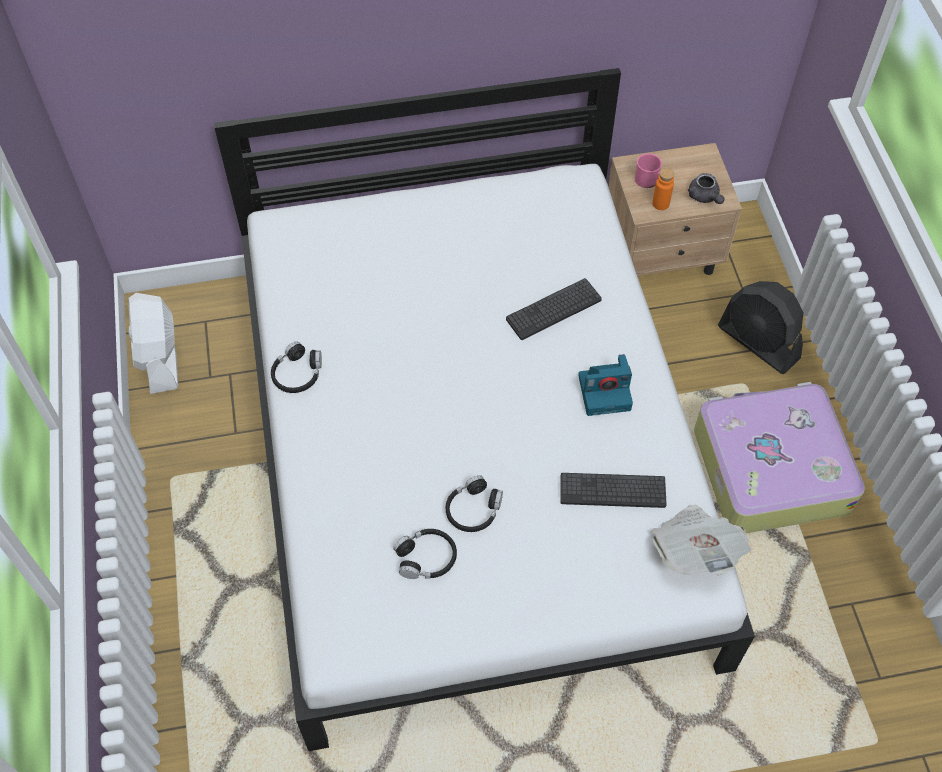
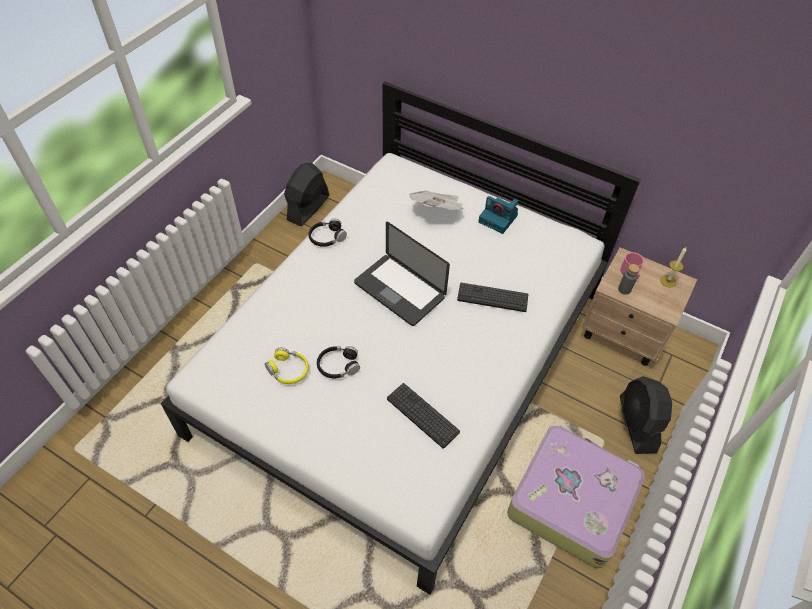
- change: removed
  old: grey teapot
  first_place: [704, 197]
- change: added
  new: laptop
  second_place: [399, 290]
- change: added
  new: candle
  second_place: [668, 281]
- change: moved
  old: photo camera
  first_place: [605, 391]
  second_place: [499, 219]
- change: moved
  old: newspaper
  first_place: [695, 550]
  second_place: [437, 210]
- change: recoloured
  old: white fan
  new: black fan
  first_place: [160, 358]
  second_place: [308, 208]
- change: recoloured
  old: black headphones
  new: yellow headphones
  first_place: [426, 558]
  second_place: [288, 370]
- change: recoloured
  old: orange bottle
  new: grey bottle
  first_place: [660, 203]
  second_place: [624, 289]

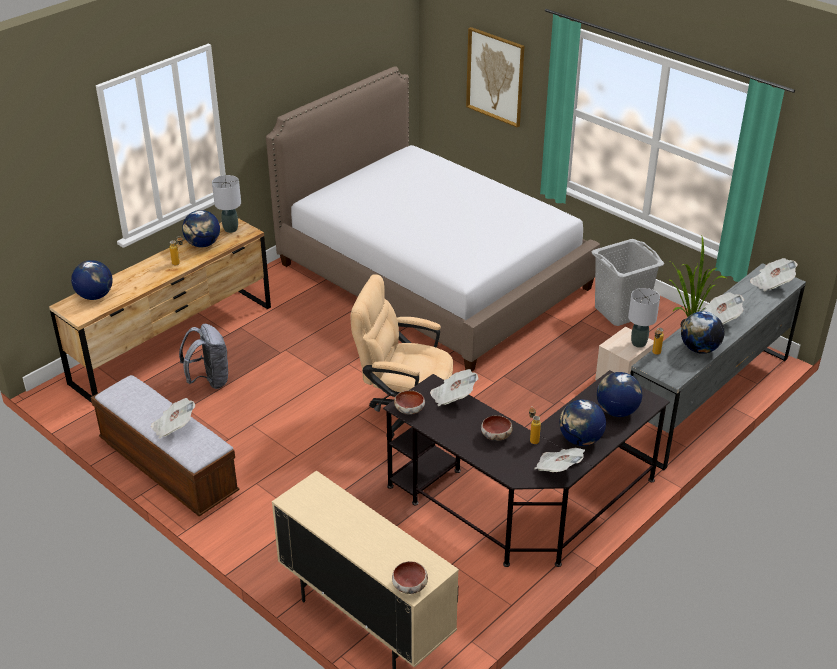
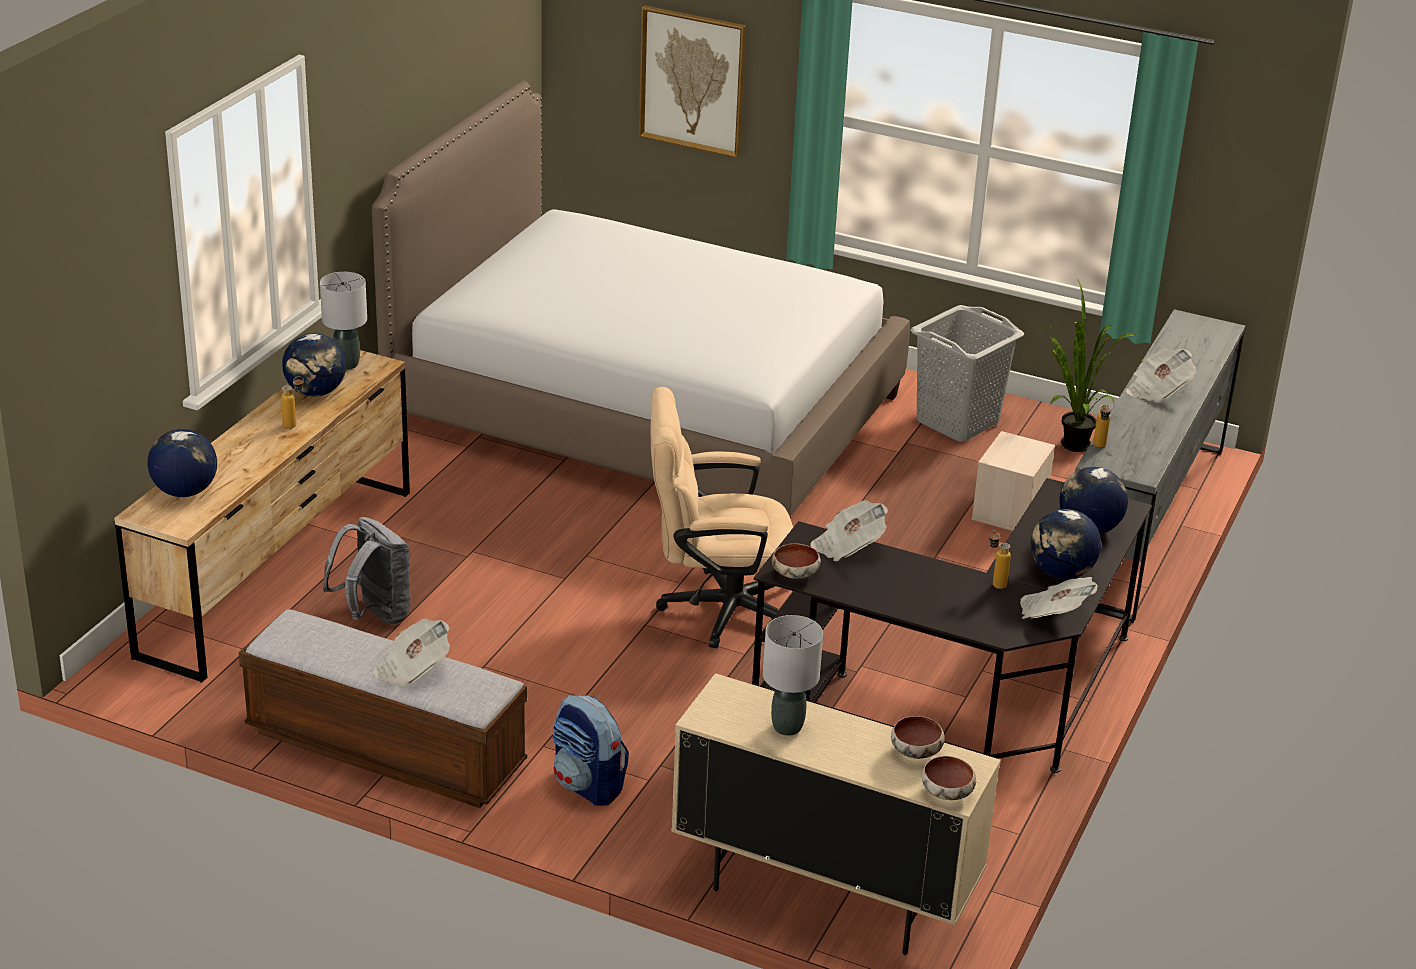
- change: removed
  old: globe
  first_place: [699, 349]
- change: removed
  old: newspaper
  first_place: [771, 283]
- change: added
  new: backpack
  second_place: [588, 785]
- change: moved
  old: bowl
  first_place: [496, 436]
  second_place: [916, 752]
- change: moved
  old: grey table lamp
  first_place: [638, 343]
  second_place: [787, 726]

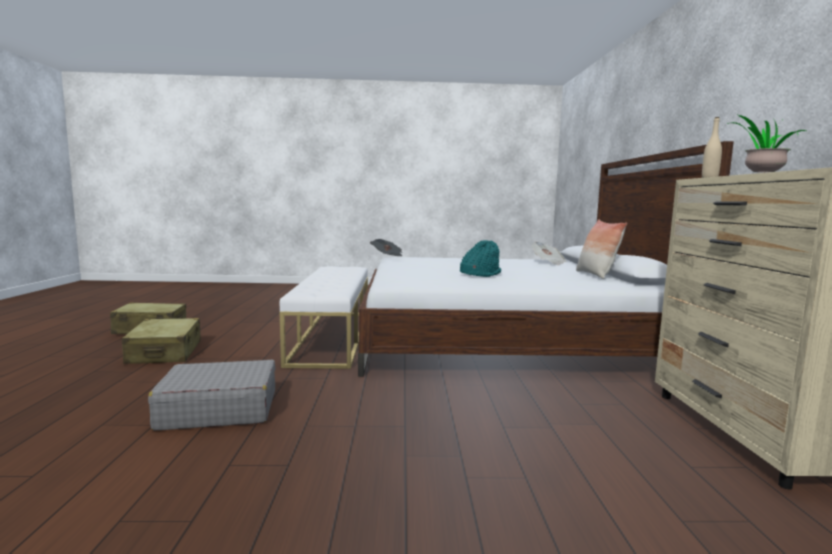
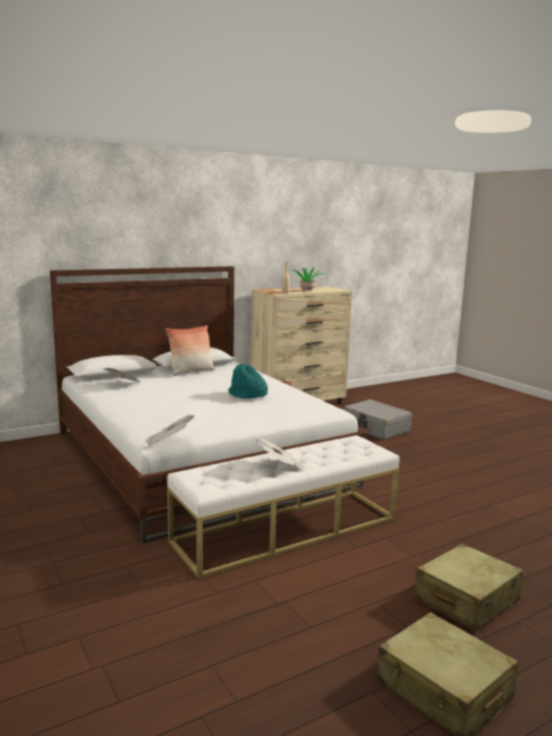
- change: added
  new: newspaper
  second_place: [278, 465]
- change: moved
  old: grey suitcase
  first_place: [218, 409]
  second_place: [376, 428]

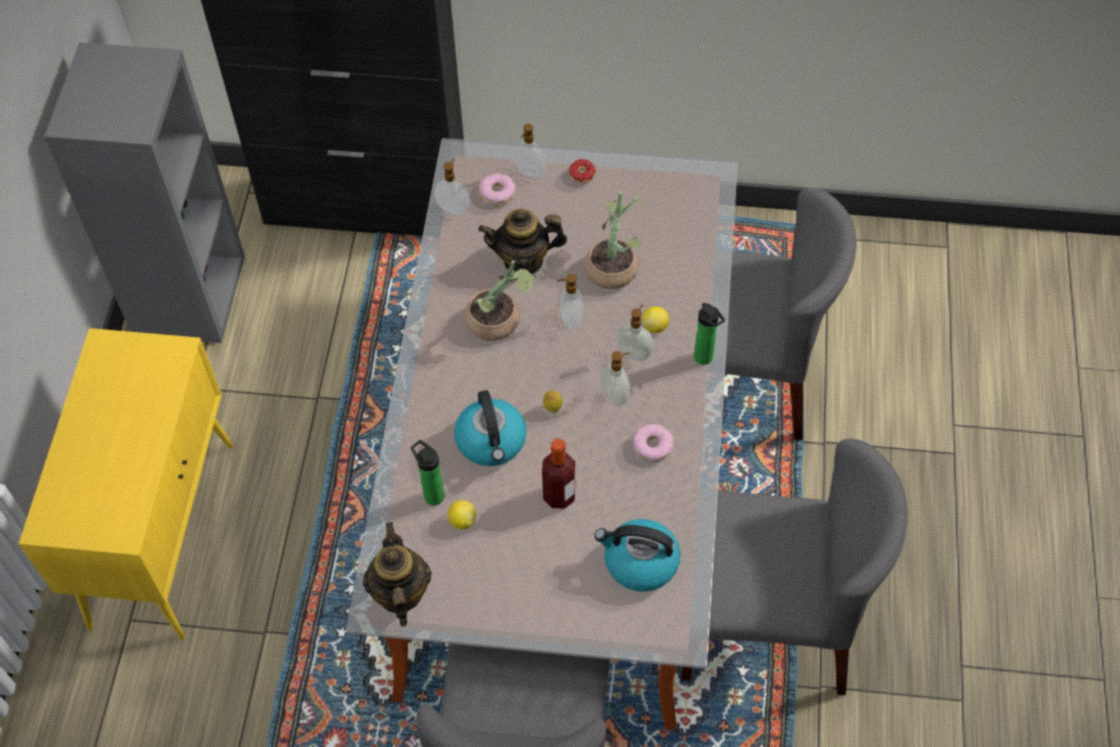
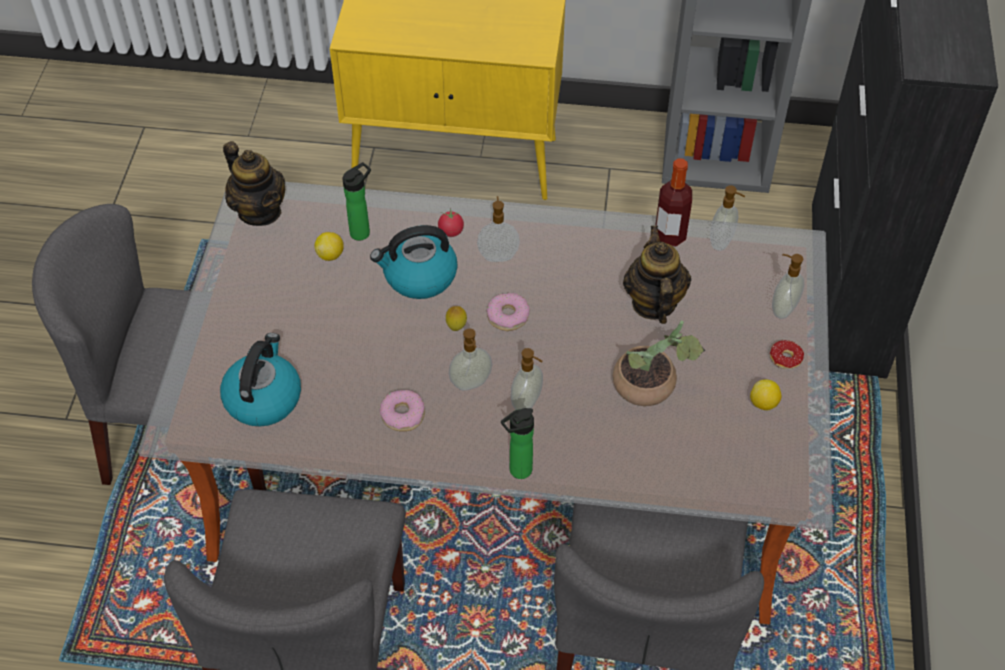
- change: removed
  old: potted plant
  first_place: [500, 321]
- change: added
  new: tomato
  second_place: [451, 231]
- change: moved
  old: donut
  first_place: [497, 193]
  second_place: [508, 316]
- change: moved
  old: bottle
  first_place: [559, 496]
  second_place: [670, 236]
- change: moved
  old: soap dispenser
  first_place: [570, 319]
  second_place: [498, 255]
- change: moved
  old: lemon
  first_place: [655, 326]
  second_place: [763, 403]
- change: turned
  old: teapot
  first_place: [400, 593]
  second_place: [260, 211]
  degrees: 60

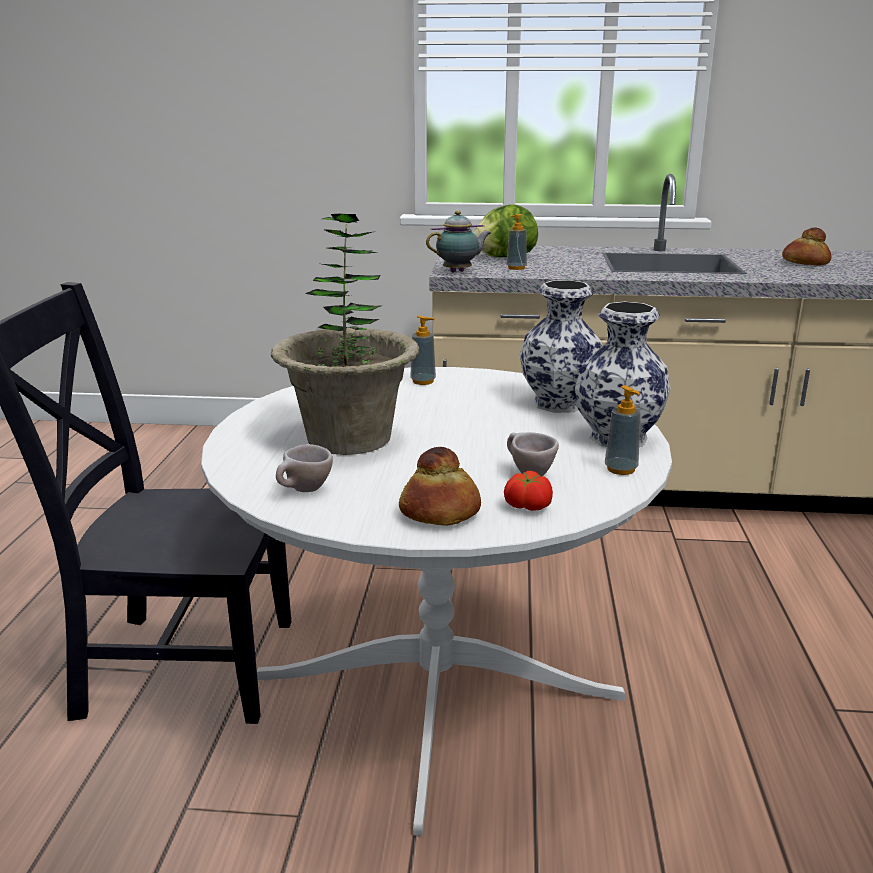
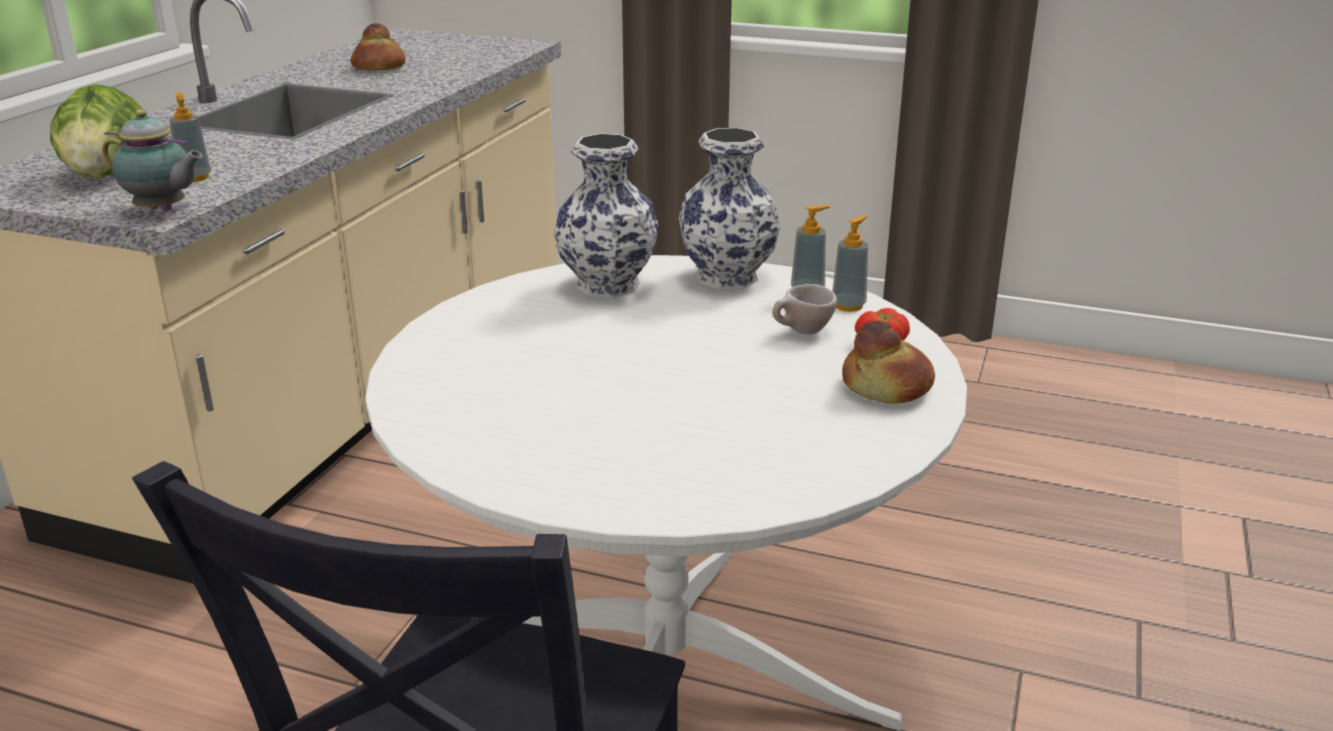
- change: removed
  old: potted plant
  first_place: [349, 438]
- change: removed
  old: beige cup
  first_place: [304, 491]
- change: moved
  old: soap dispenser
  first_place: [423, 381]
  second_place: [848, 305]
- change: turned
  old: teapot
  first_place: [459, 272]
  second_place: [163, 210]
  degrees: 120

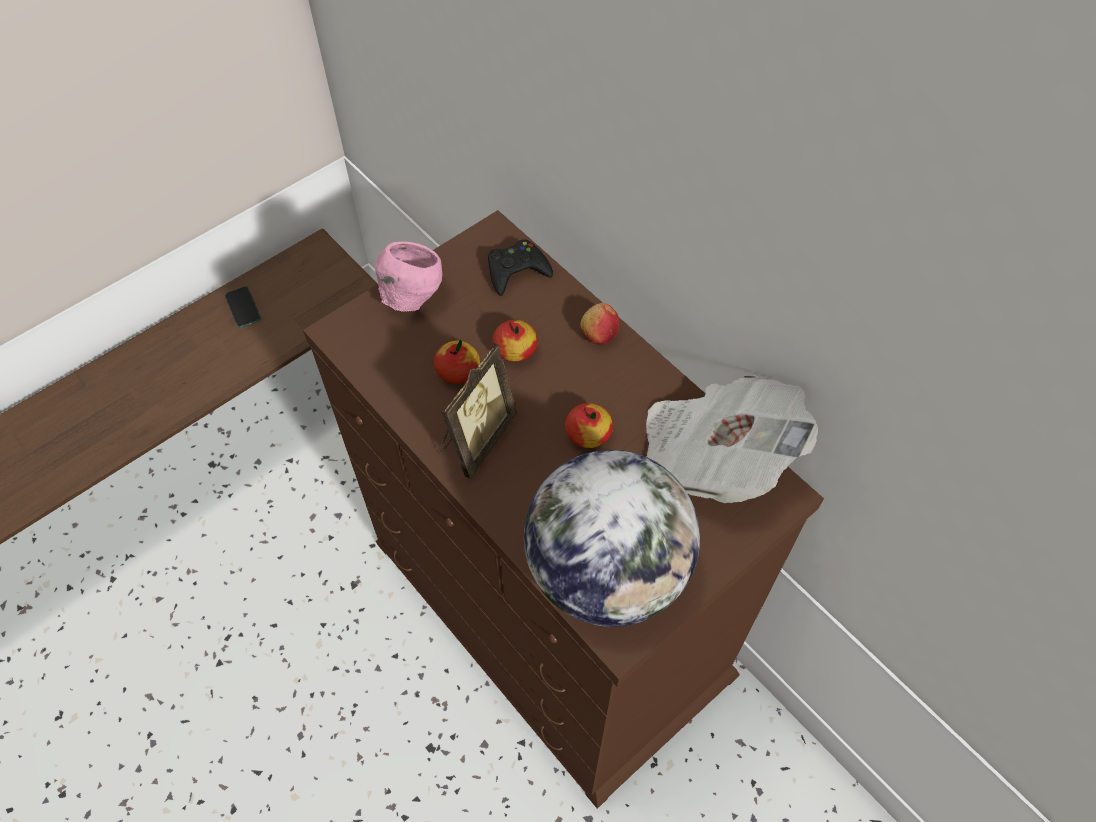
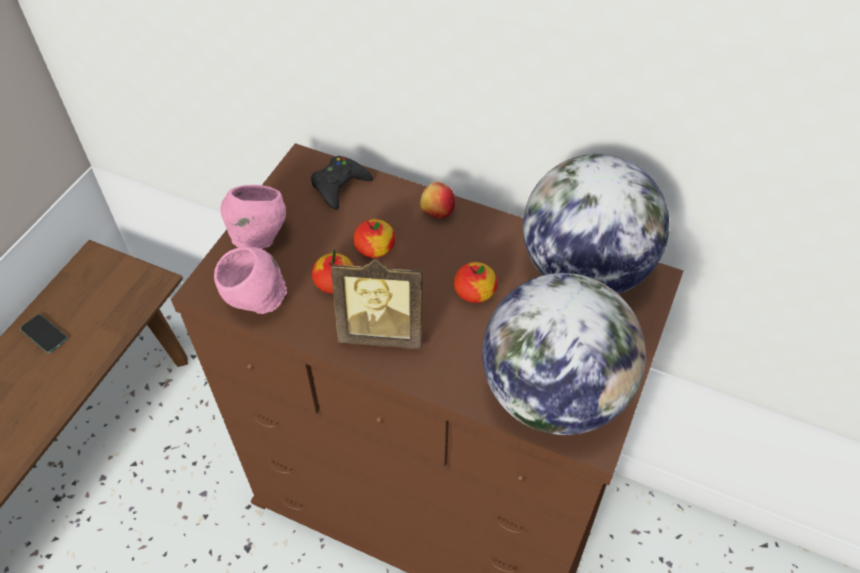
- change: added
  new: pink bowl
  second_place: [256, 303]
- change: replaced
  old: newspaper
  new: globe
  first_place: [714, 456]
  second_place: [584, 271]
- change: turned
  old: picture frame
  first_place: [476, 439]
  second_place: [382, 331]
  degrees: 90

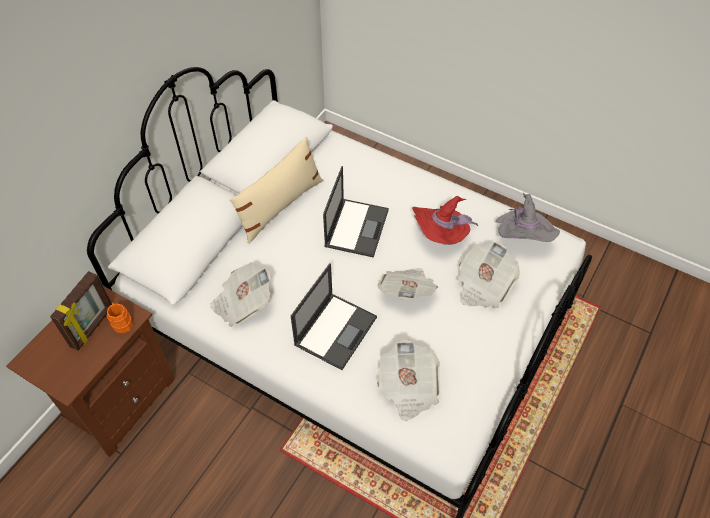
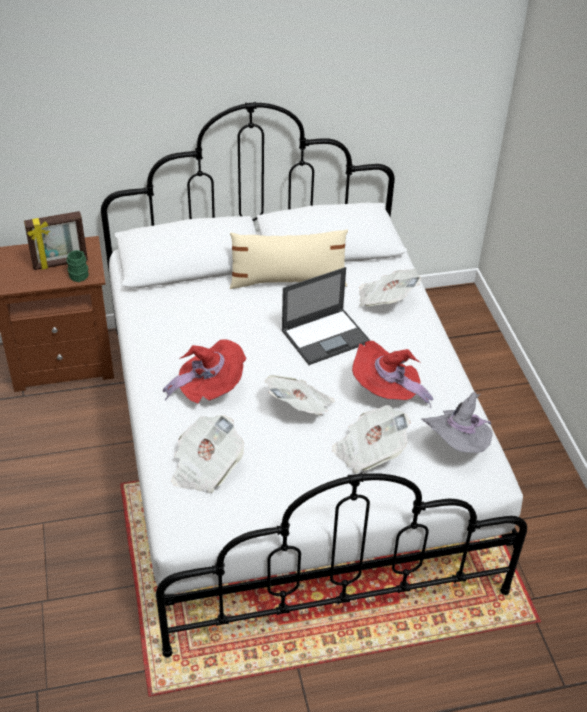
- change: moved
  old: newspaper
  first_place: [242, 303]
  second_place: [385, 300]
- change: replaced
  old: laptop
  new: red hat
  first_place: [336, 330]
  second_place: [210, 389]
- change: recoloured
  old: orange mug
  new: green mug
  first_place: [121, 322]
  second_place: [80, 274]

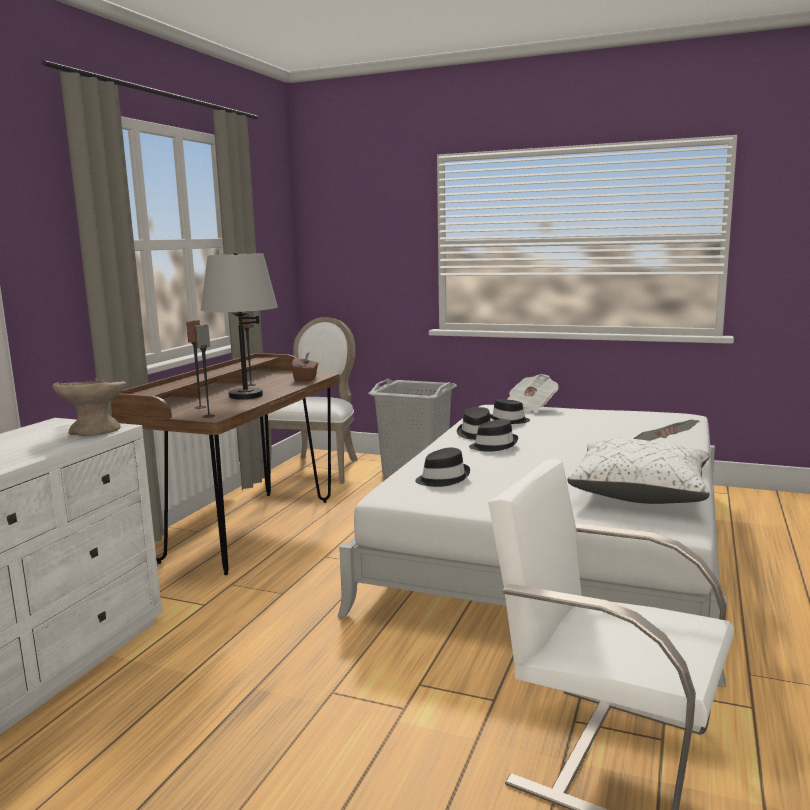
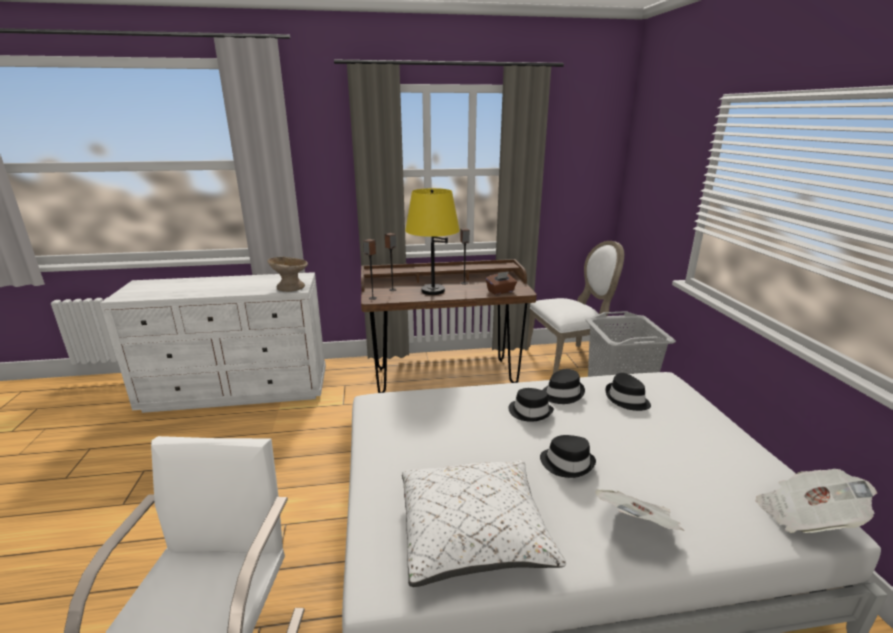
- change: moved
  old: black hat
  first_place: [442, 478]
  second_place: [567, 463]
- change: moved
  old: newspaper
  first_place: [529, 408]
  second_place: [805, 517]
- change: recoloured
  old: grey table lamp
  new: yellow table lamp
  first_place: [245, 396]
  second_place: [432, 291]

